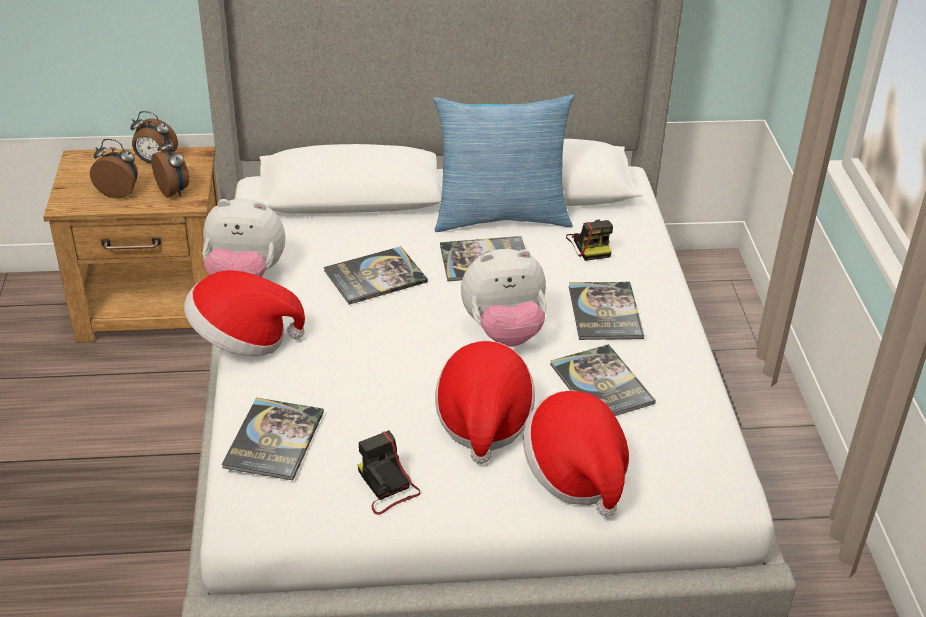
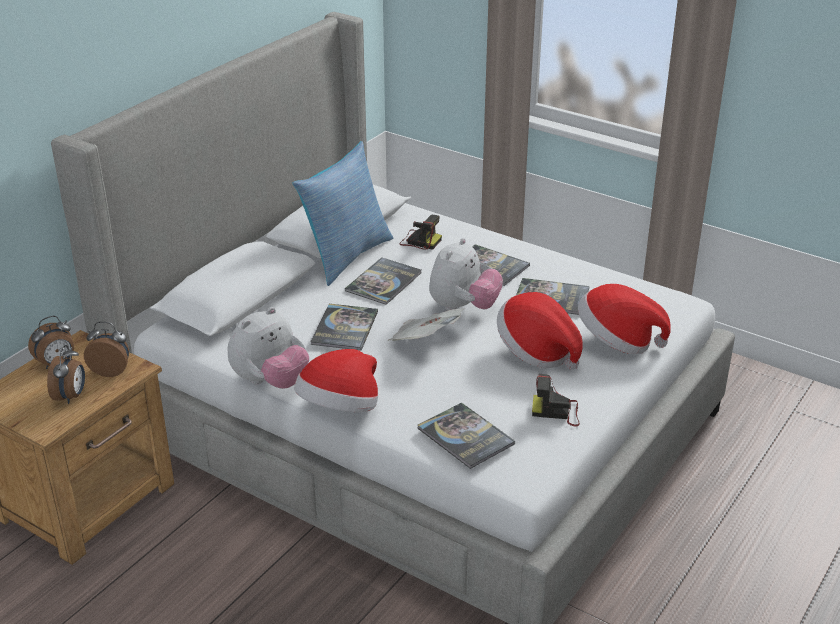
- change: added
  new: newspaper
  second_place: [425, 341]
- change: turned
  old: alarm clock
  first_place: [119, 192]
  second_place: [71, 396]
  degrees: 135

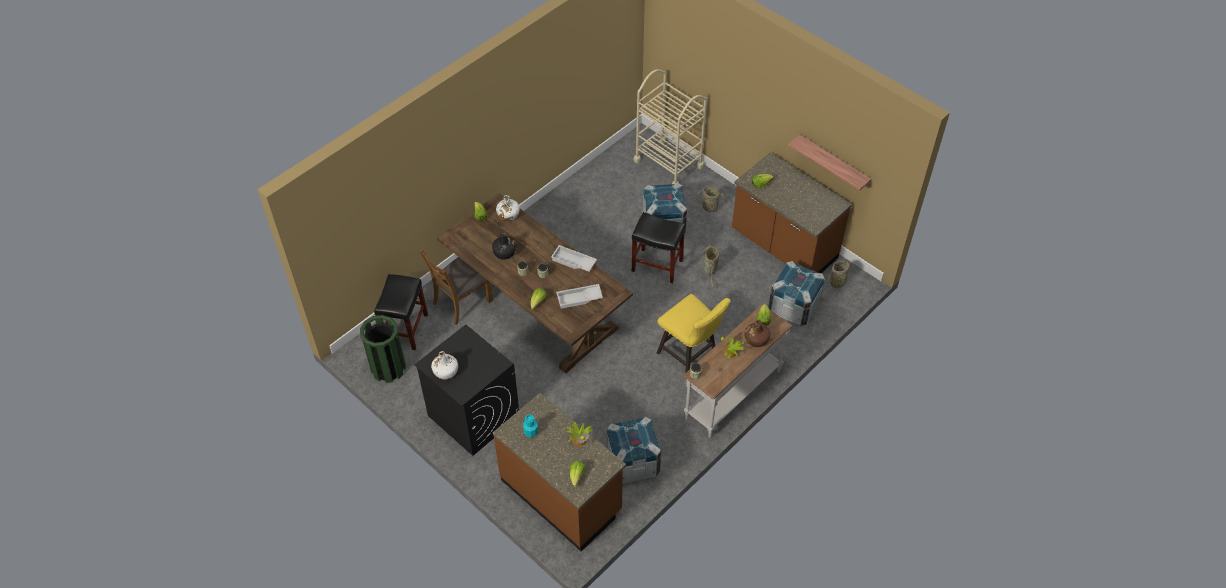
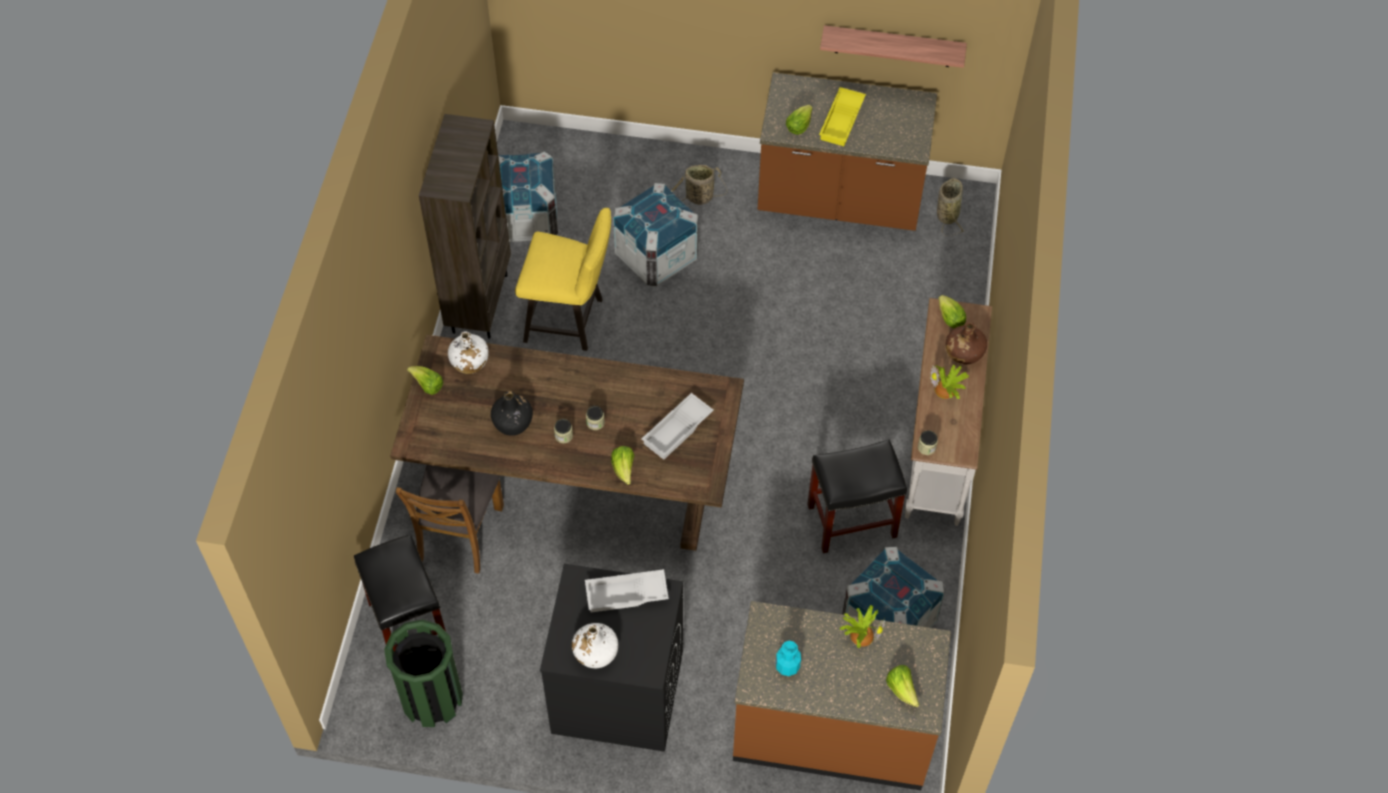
- change: removed
  old: beige cart
  first_place: [668, 163]
- change: removed
  old: basket
  first_place: [709, 271]
- change: added
  new: brown bookcase
  second_place: [479, 303]
- change: added
  new: yellow tray
  second_place: [842, 121]
- change: moved
  old: white tray
  first_place: [573, 262]
  second_place: [626, 595]
- change: moved
  old: black stool
  first_place: [657, 265]
  second_place: [852, 520]
- change: moved
  old: yellow stool
  first_place: [690, 355]
  second_place: [570, 320]
- change: moved
  old: crate
  first_place: [793, 307]
  second_place: [525, 219]

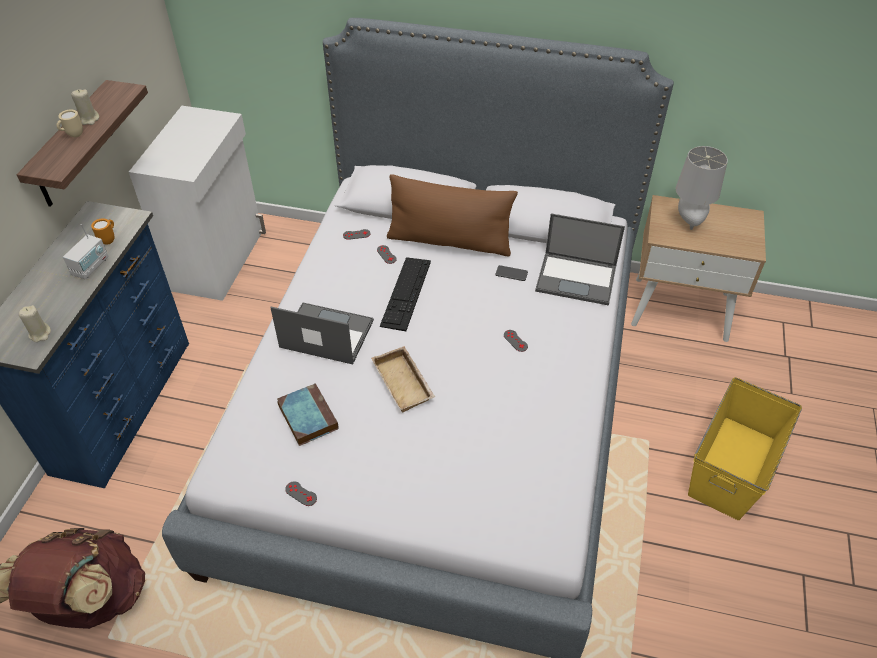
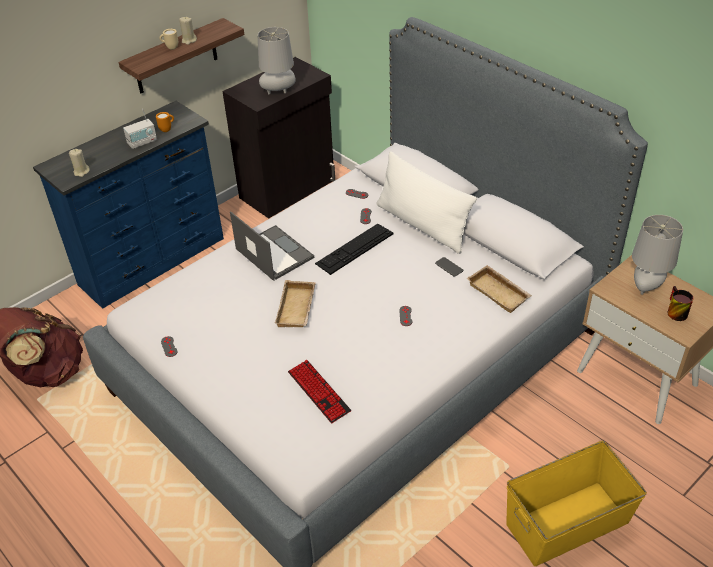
- change: removed
  old: book
  first_place: [307, 416]
- change: added
  new: grey table lamp
  second_place: [279, 91]
- change: added
  new: keyboard
  second_place: [319, 392]
- change: added
  new: mug
  second_place: [674, 311]
- change: replaced
  old: laptop
  new: beige tray
  first_place: [577, 278]
  second_place: [500, 292]
- change: recoloured
  old: white cabinet
  new: black cabinet
  first_place: [220, 260]
  second_place: [289, 189]
- change: recoloured
  old: brown pillow
  new: white pillow
  first_place: [449, 241]
  second_place: [422, 225]

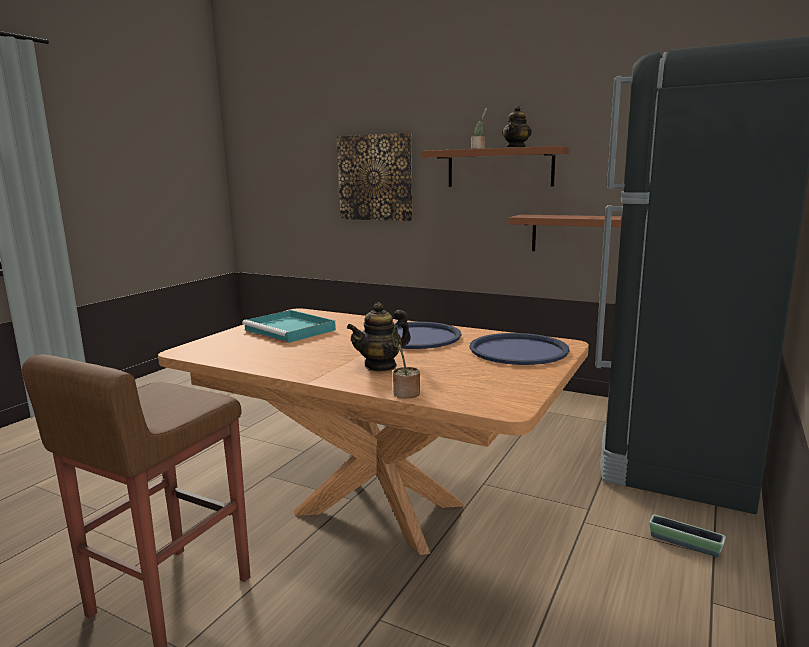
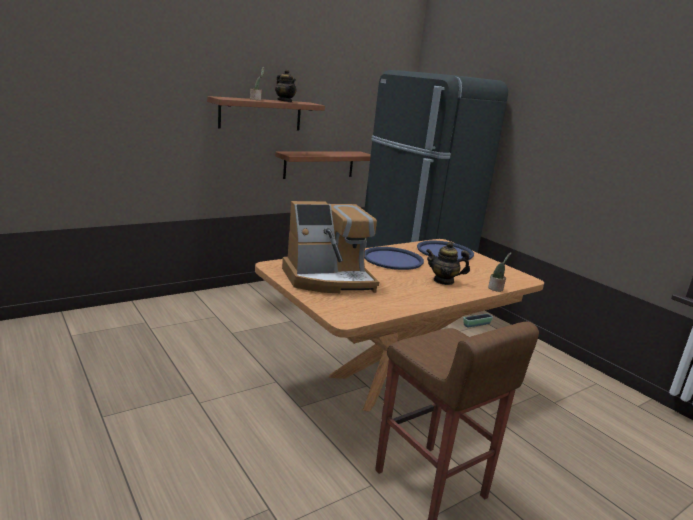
- change: removed
  old: picture
  first_place: [375, 178]
- change: replaced
  old: turquoise tray
  new: coffee machine
  first_place: [291, 330]
  second_place: [329, 279]
- change: turned
  old: teapot
  first_place: [380, 366]
  second_place: [444, 281]
  degrees: 105

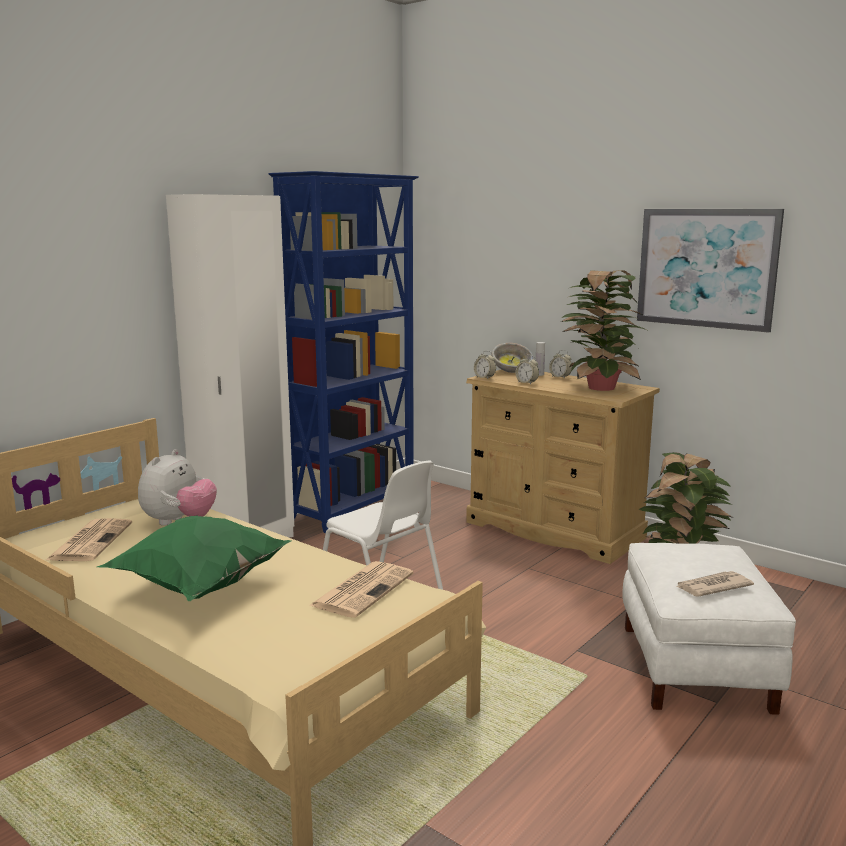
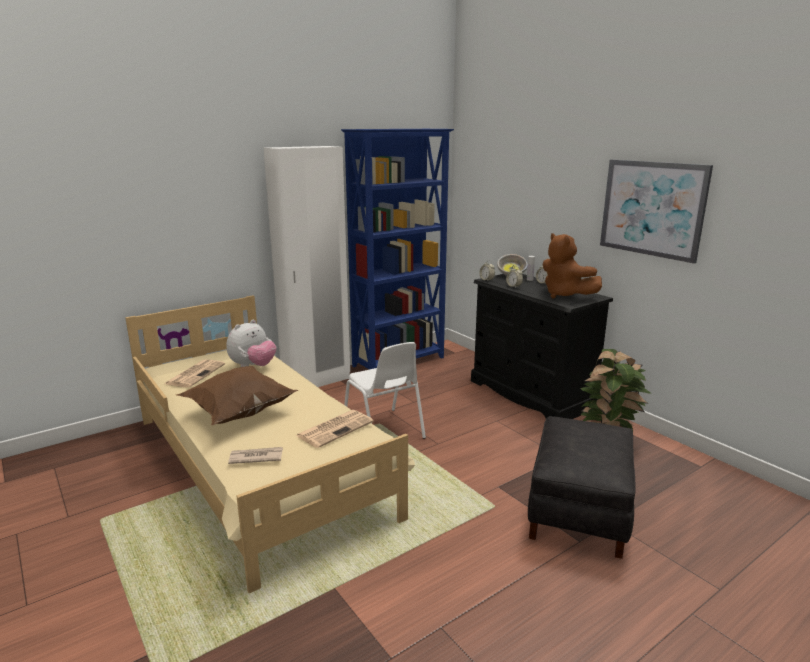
- change: moved
  old: newspaper
  first_place: [712, 587]
  second_place: [255, 457]
- change: replaced
  old: potted plant
  new: brown plush toy
  first_place: [599, 388]
  second_place: [565, 295]
- change: recoloured
  old: green pillow
  new: brown pillow
  first_place: [198, 587]
  second_place: [238, 414]
- change: recoloured
  old: beige dresser
  new: black dresser
  first_place: [554, 530]
  second_place: [531, 394]
- change: recoloured
  old: white ottoman
  new: black ottoman
  first_place: [696, 667]
  second_place: [579, 513]

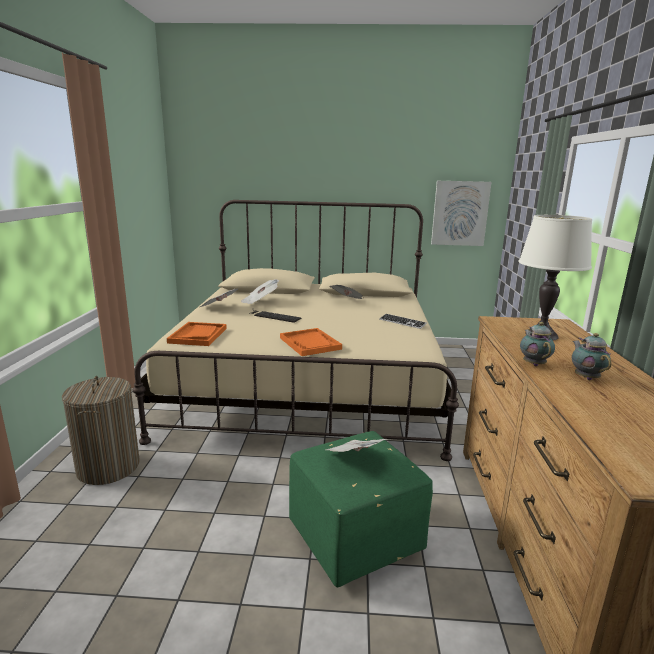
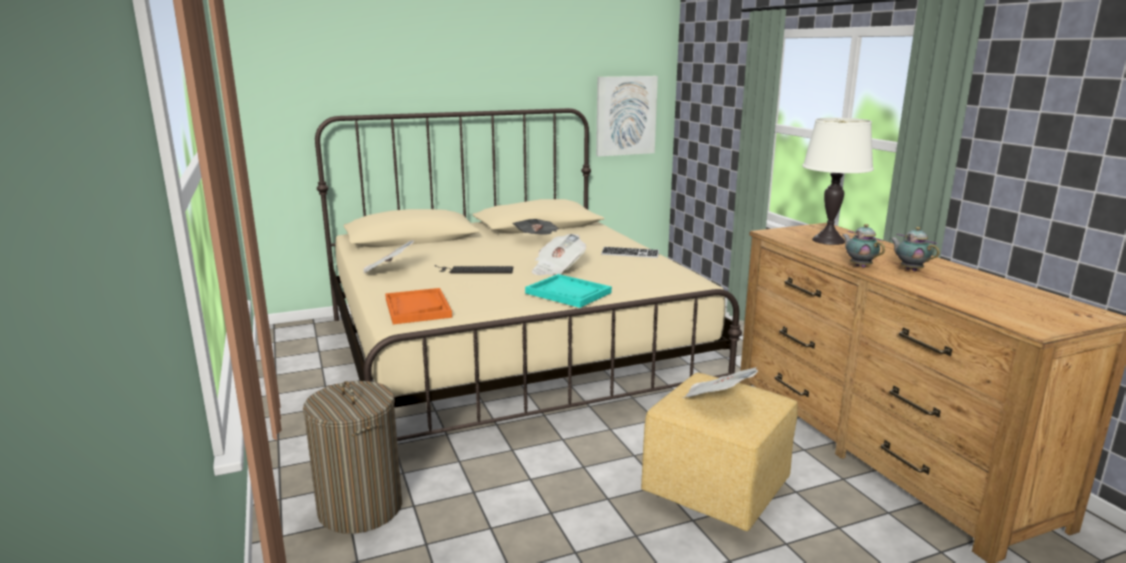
- change: moved
  old: newspaper
  first_place: [260, 301]
  second_place: [557, 269]
- change: recoloured
  old: orange tray
  new: turquoise tray
  first_place: [310, 343]
  second_place: [568, 293]
- change: recoloured
  old: green ottoman
  new: yellow ottoman
  first_place: [355, 540]
  second_place: [717, 490]

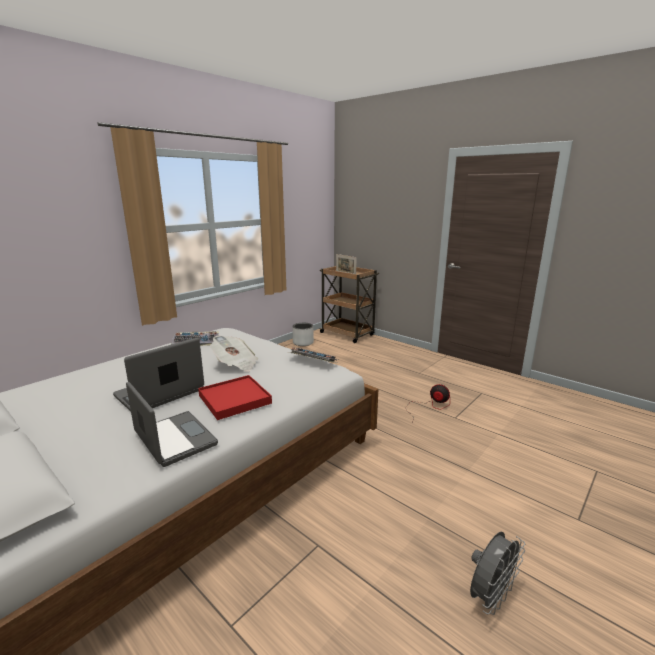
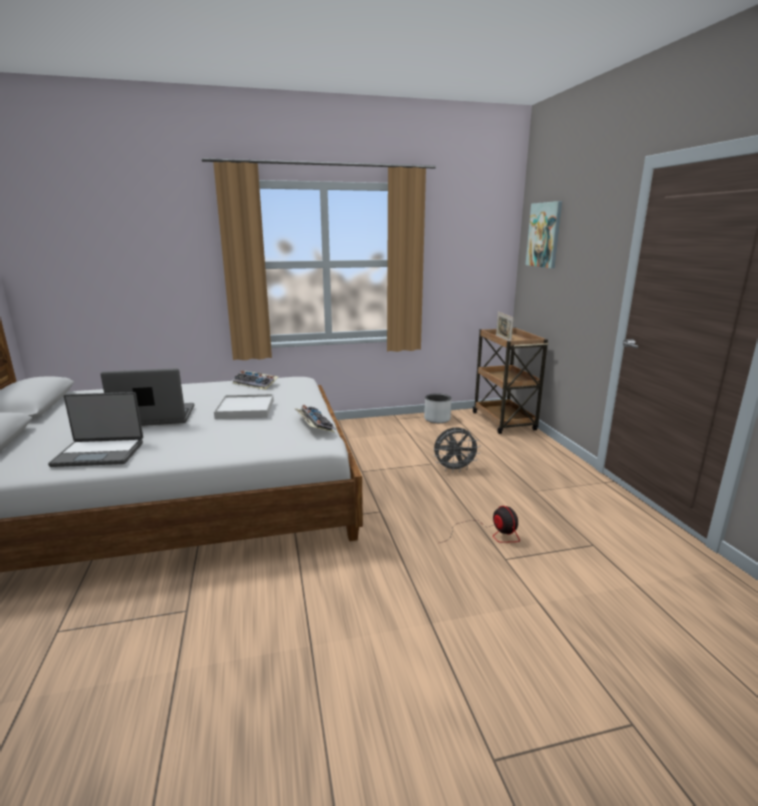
- change: removed
  old: red tray
  first_place: [235, 399]
- change: added
  new: picture
  second_place: [544, 235]
- change: moved
  old: grey fan
  first_place: [490, 597]
  second_place: [454, 469]
- change: replaced
  old: newspaper
  new: white tray
  first_place: [235, 364]
  second_place: [245, 409]
- change: turned
  old: laptop
  first_place: [174, 439]
  second_place: [100, 453]
  degrees: 90

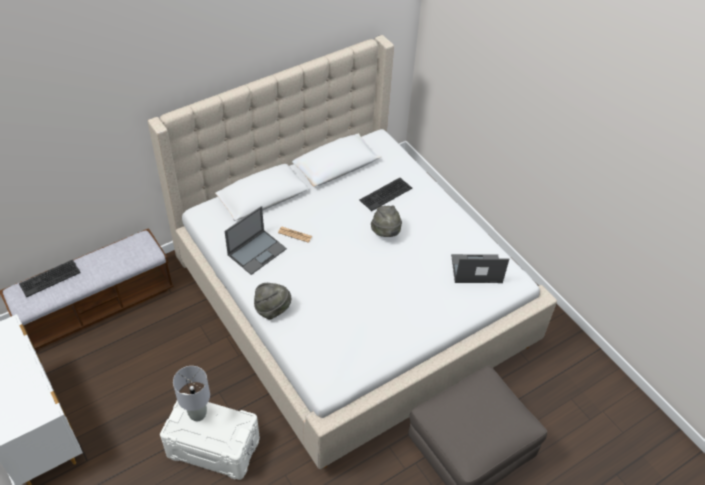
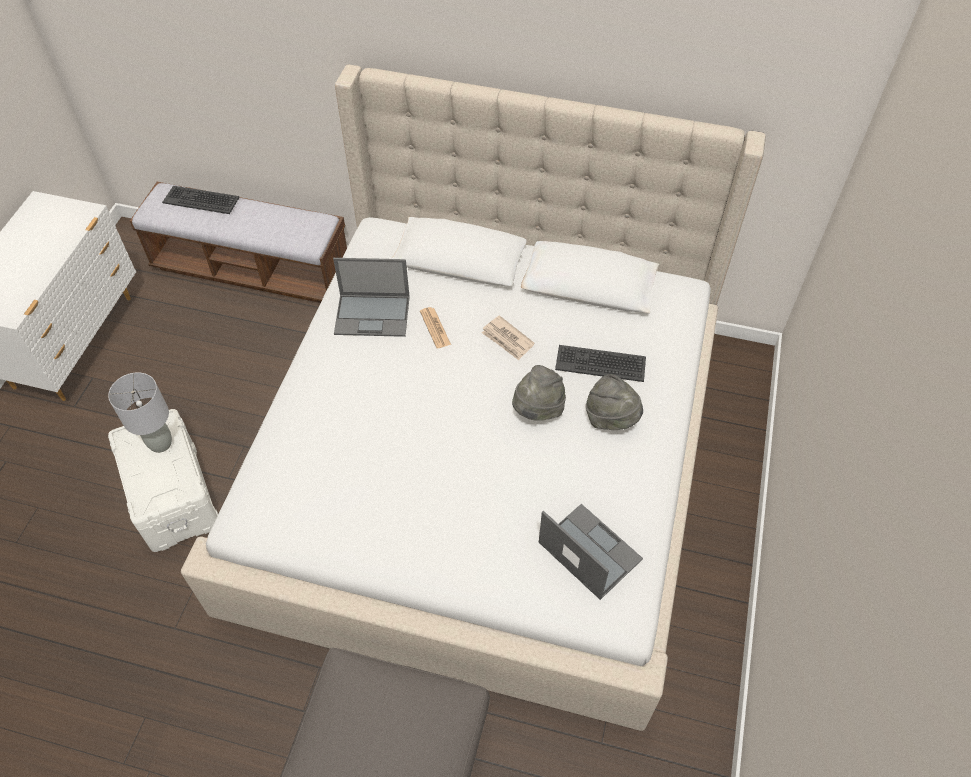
- change: added
  new: newspaper
  second_place: [507, 339]
- change: moved
  old: grey hat
  first_place: [272, 309]
  second_place: [611, 418]

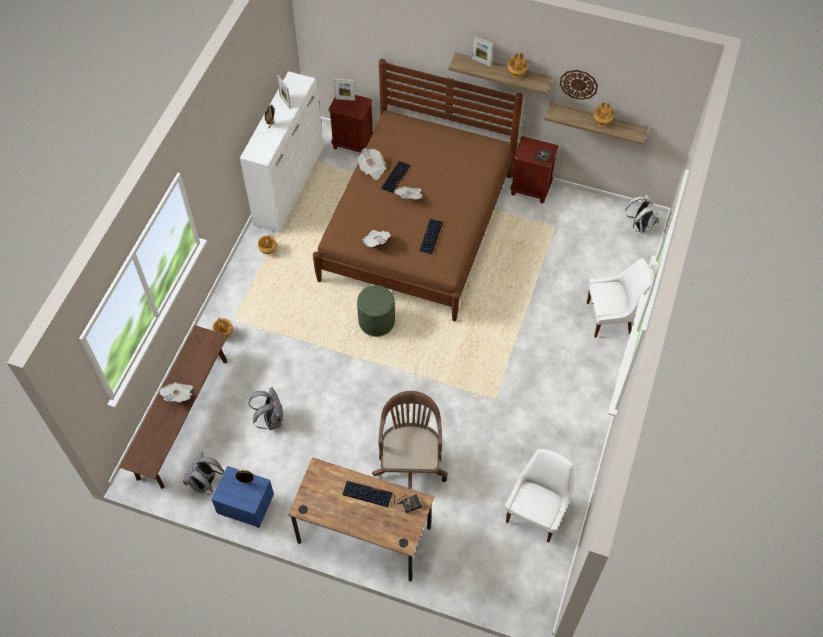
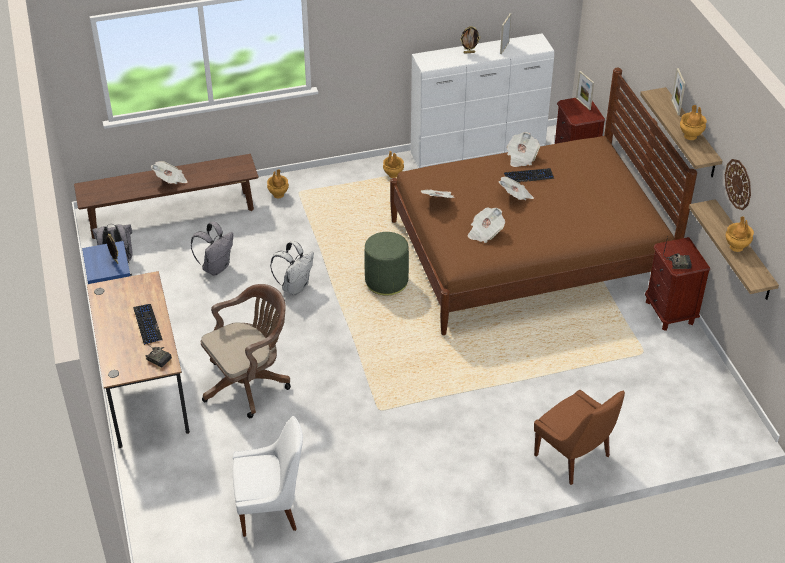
- change: moved
  old: white backpack
  first_place: [640, 226]
  second_place: [295, 287]
- change: replaced
  old: keyboard
  new: newspaper
  first_place: [431, 237]
  second_place: [485, 232]
- change: recoloured
  old: white chair
  new: brown chair
  first_place: [611, 318]
  second_place: [574, 457]

